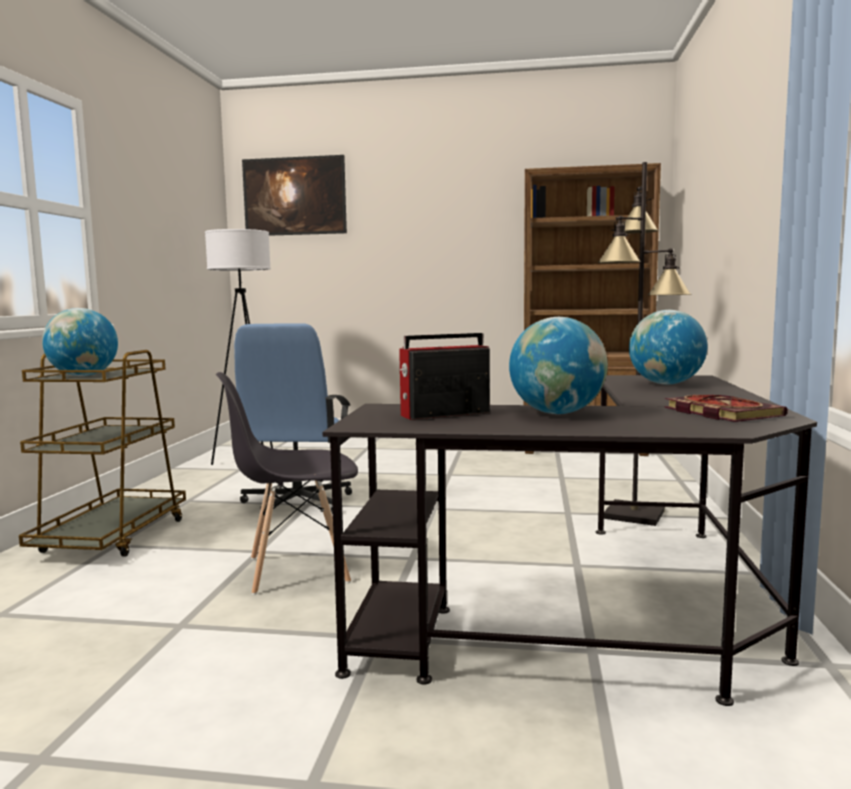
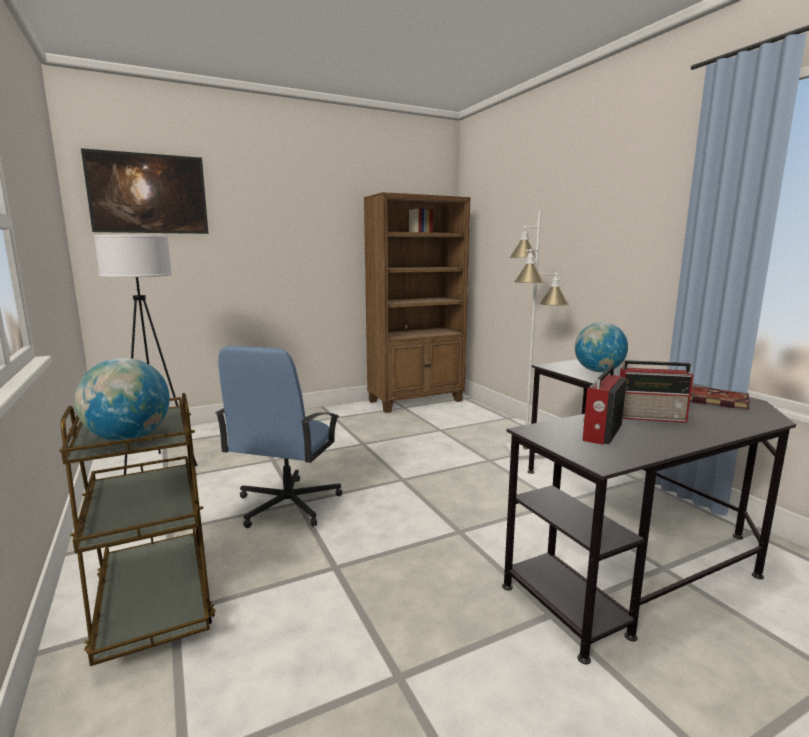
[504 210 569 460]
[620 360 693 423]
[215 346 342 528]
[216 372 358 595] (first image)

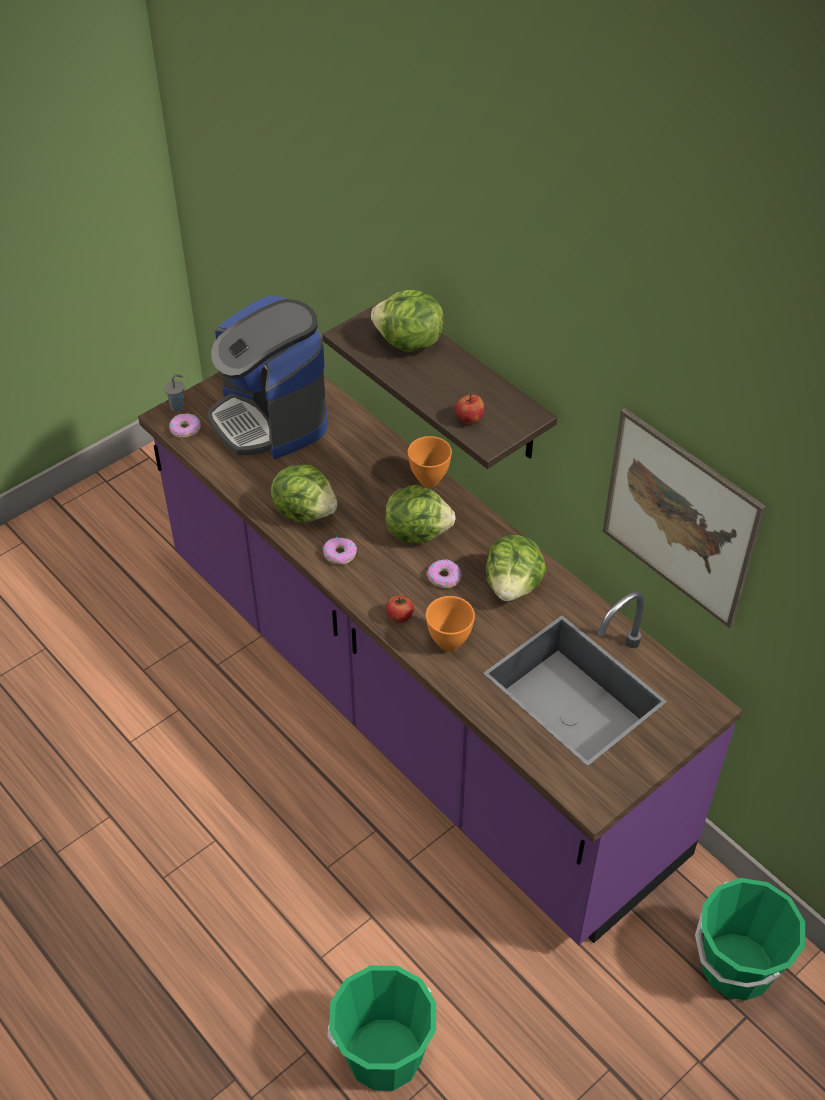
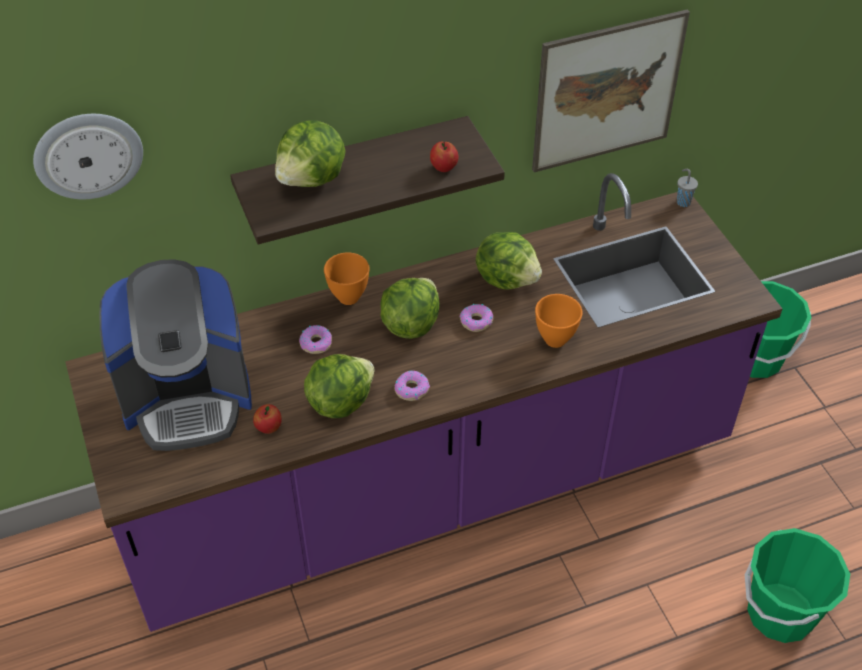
[677 169 698 207]
[299 325 332 354]
[253 404 282 434]
[33 114 143 199]

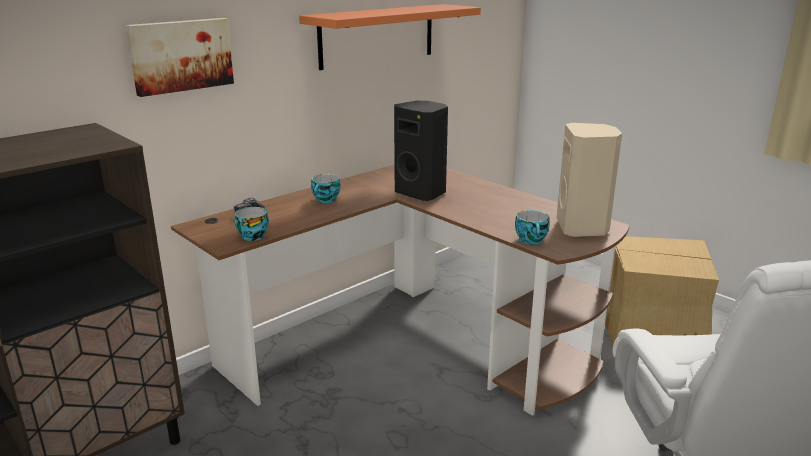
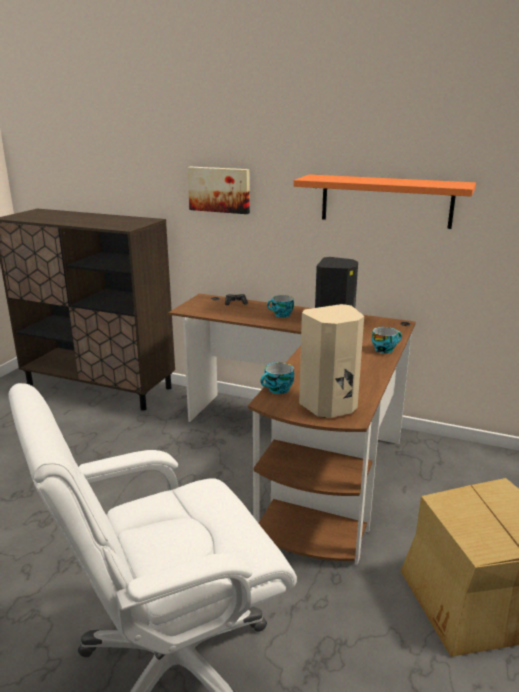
[372 327 402 353]

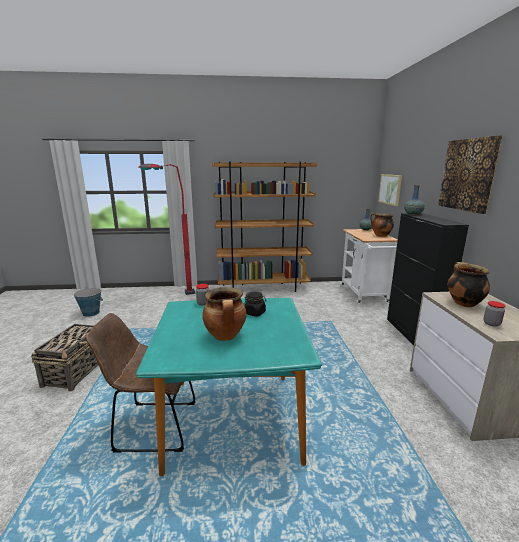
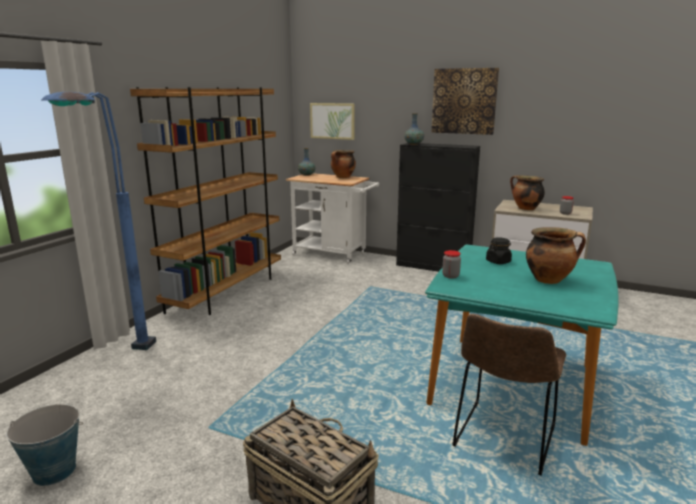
[42 92 156 350]

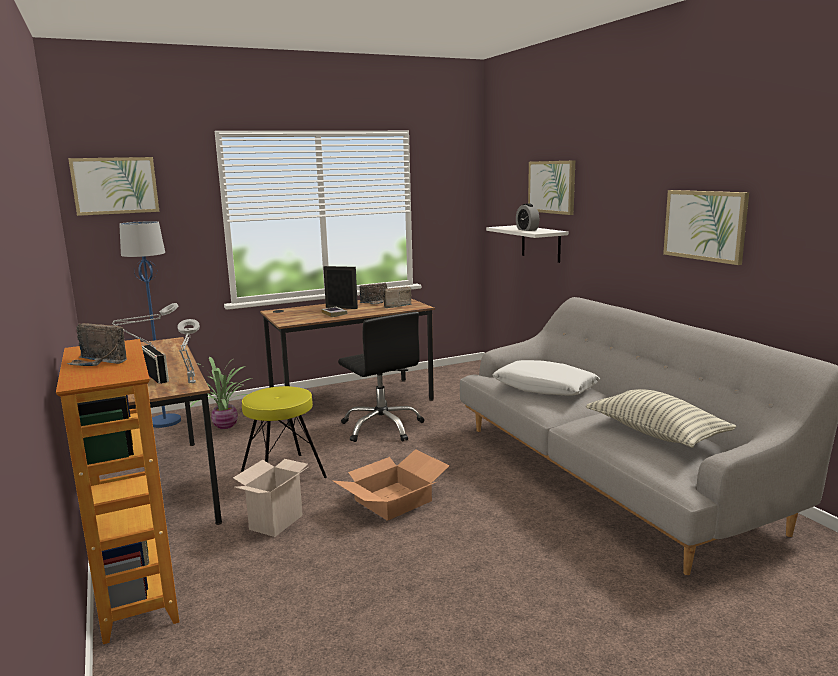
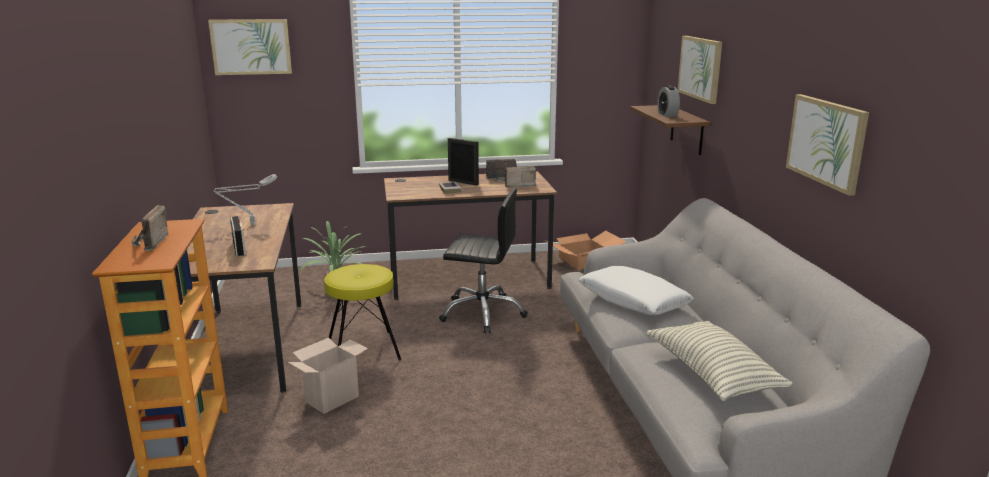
[119 221 181 428] (first image)
[630 105 710 155]
[439 189 528 333]
[177 319 200 384] (first image)
[132 205 168 251]
[546 231 626 270]

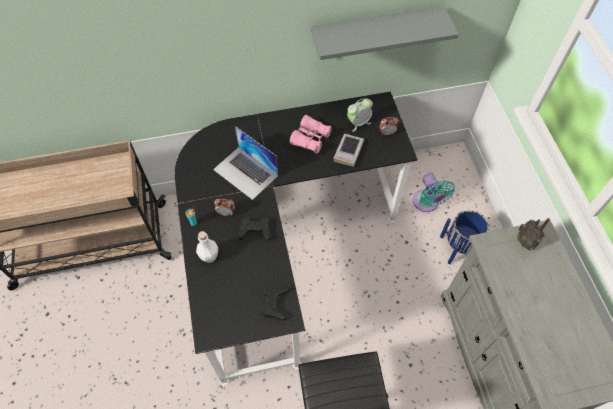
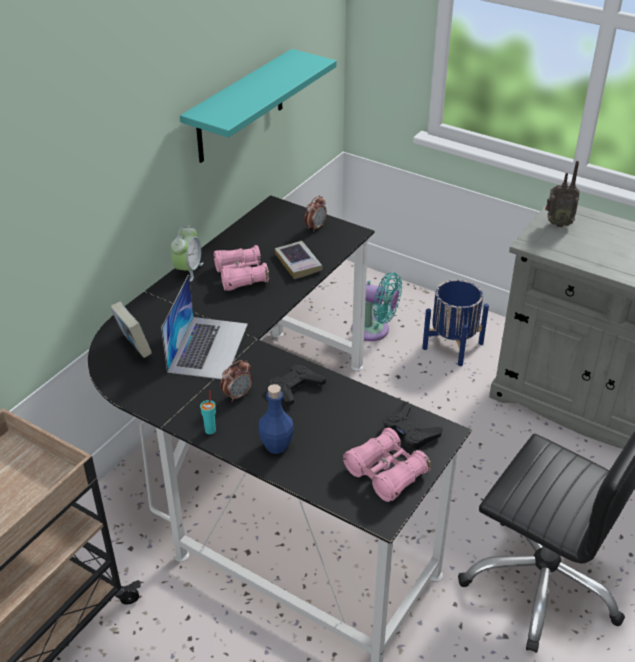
[180 49 337 163]
[171 226 203 282]
[161 274 248 380]
[258 384 294 454]
[110 302 152 358]
[343 428 431 502]

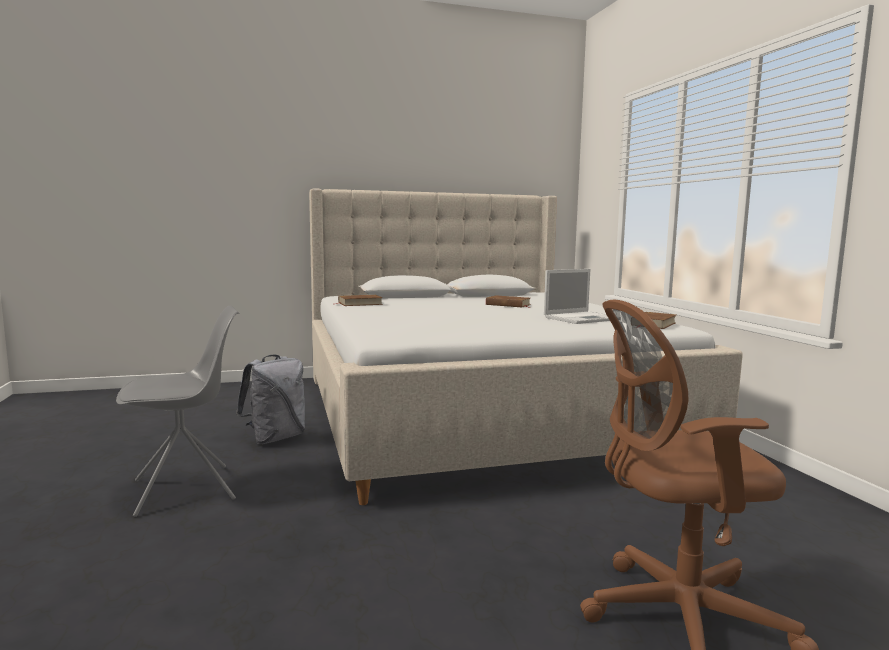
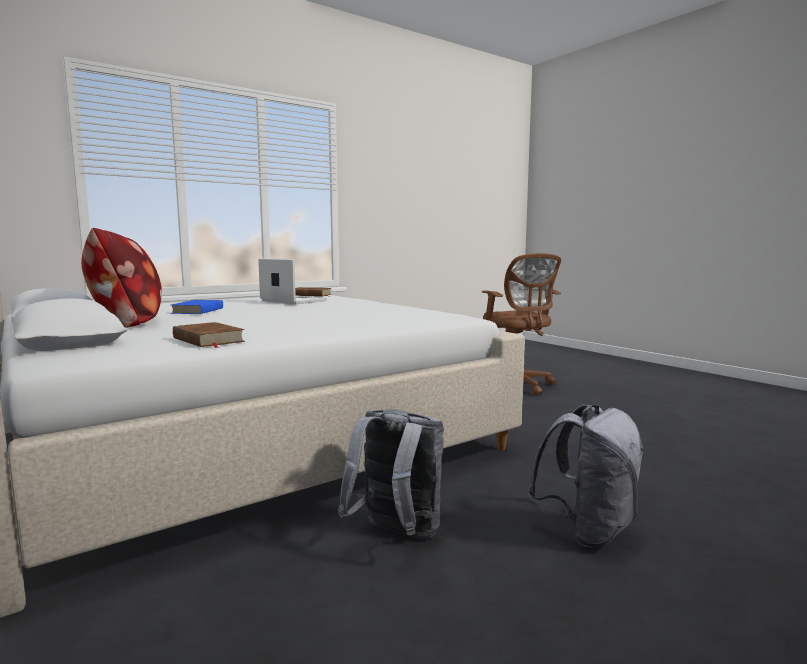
[171 300 223 314]
[528 404 644 547]
[81 228 162 328]

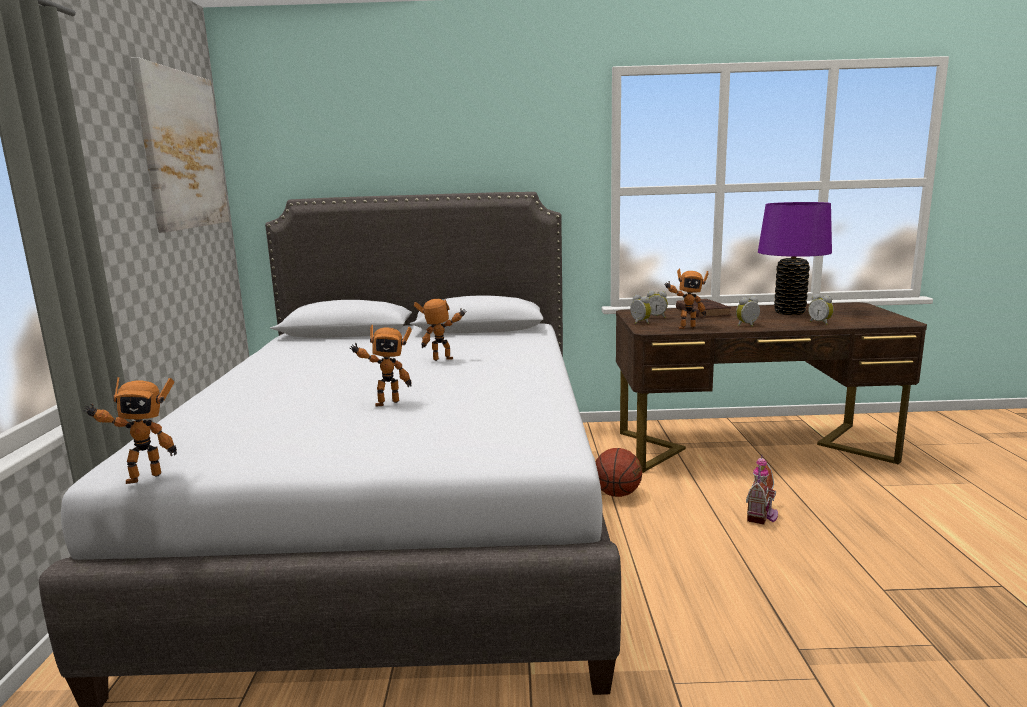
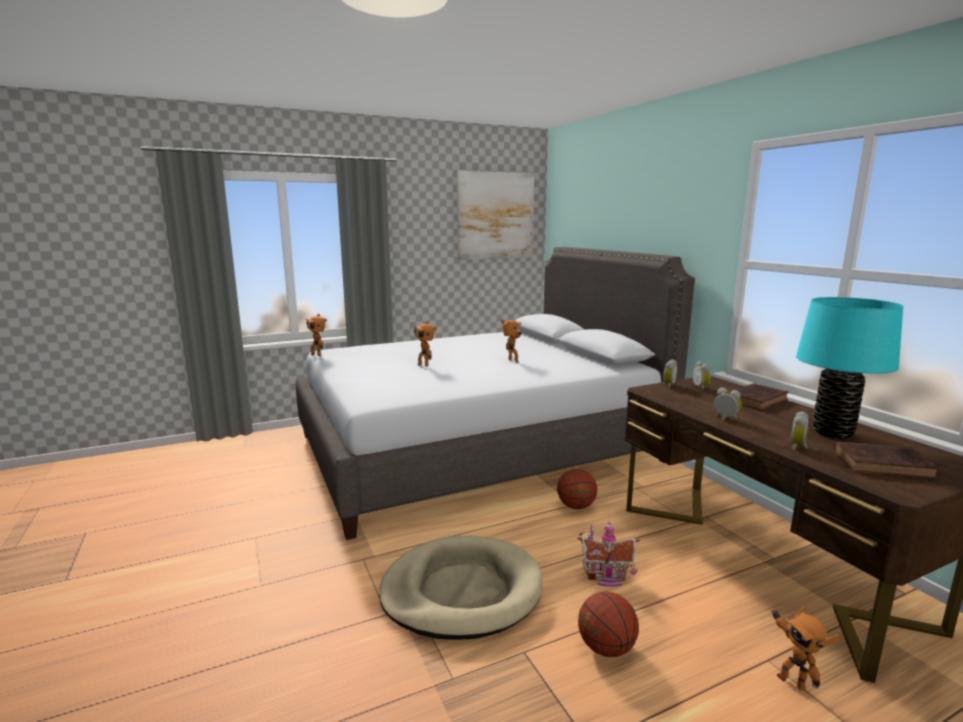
[796 297 903 439]
[771 605 841 690]
[833 441 940 479]
[379 536 543 640]
[578 591 639 657]

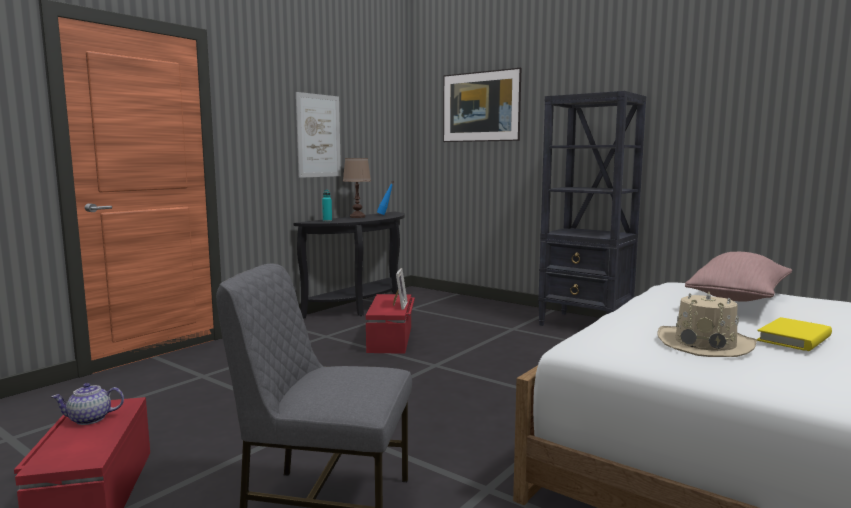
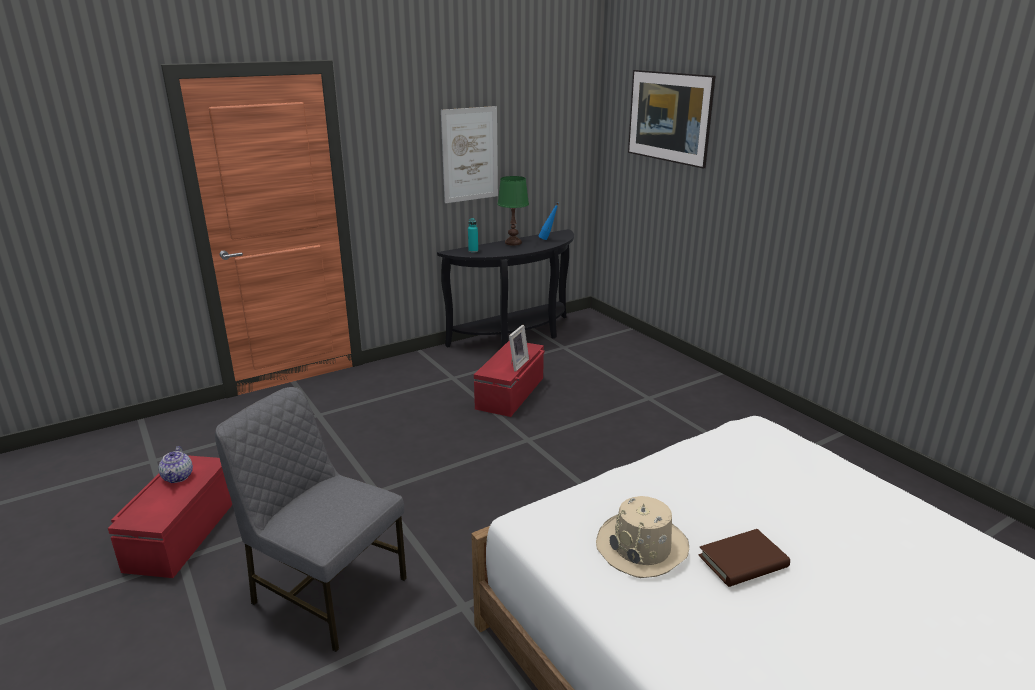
[538 91 646 326] (first image)
[497 176 529 246]
[685 252 792 302] (first image)
[699 529 790 587]
[158 446 193 483]

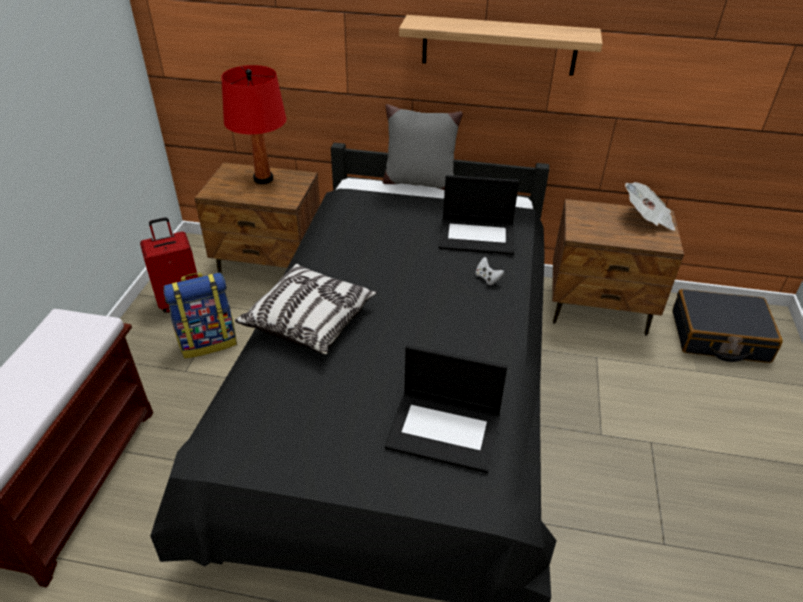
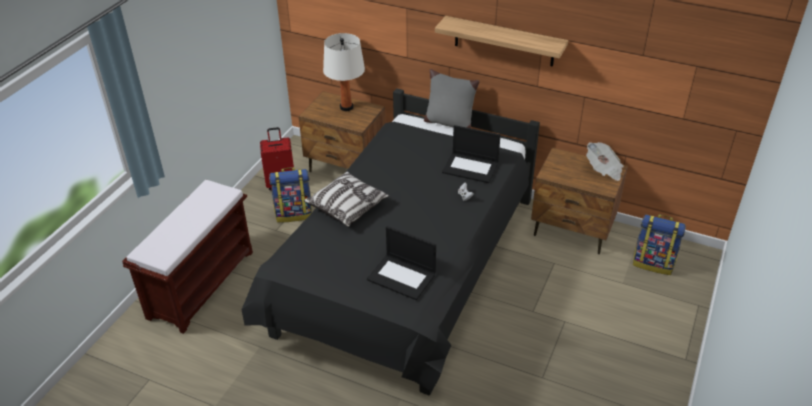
[323 33 365 111]
[633 214 686 275]

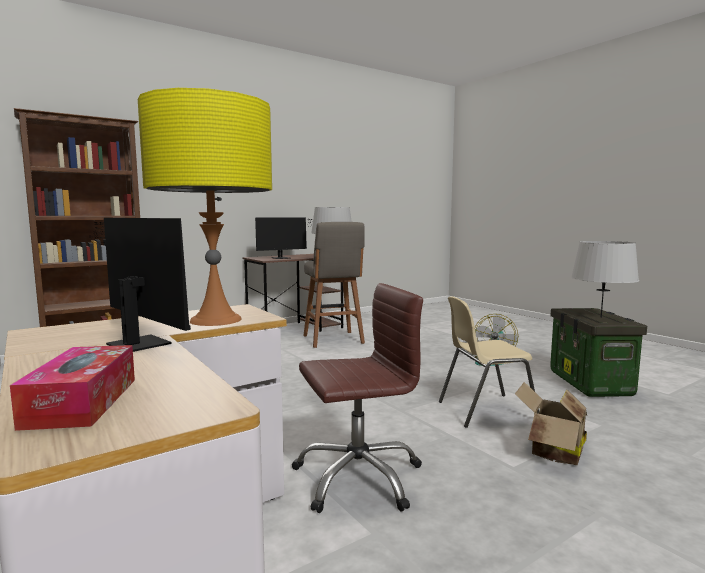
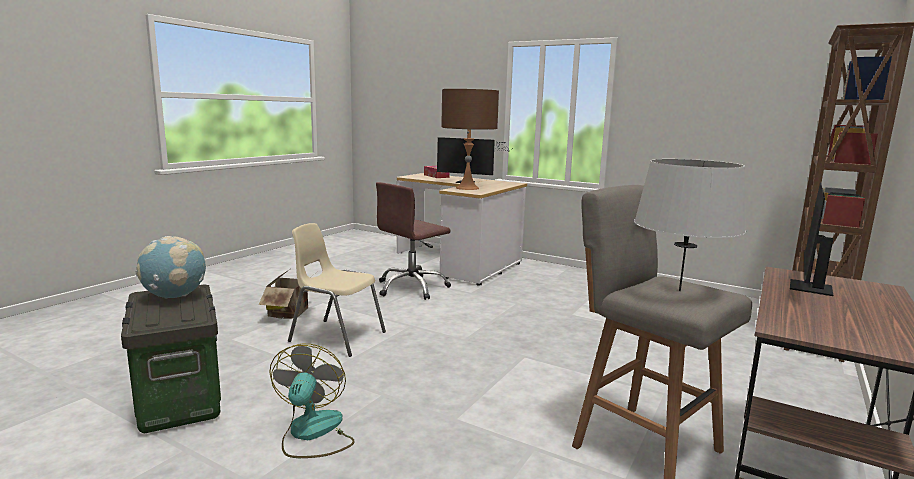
[441 89 499 190]
[135 236 206 299]
[288 223 386 357]

